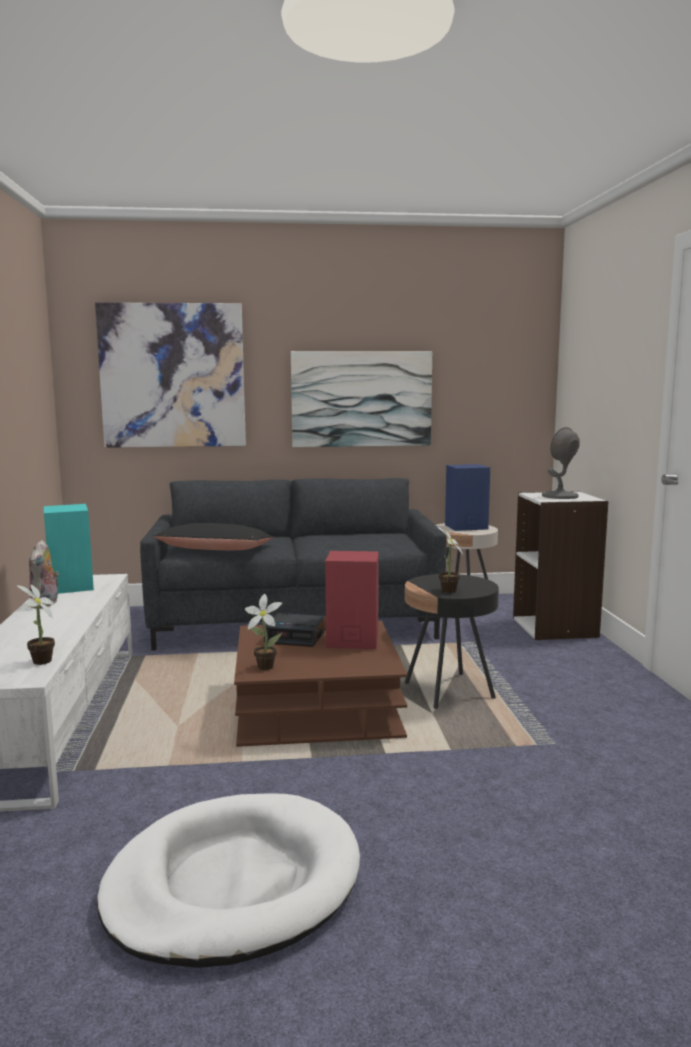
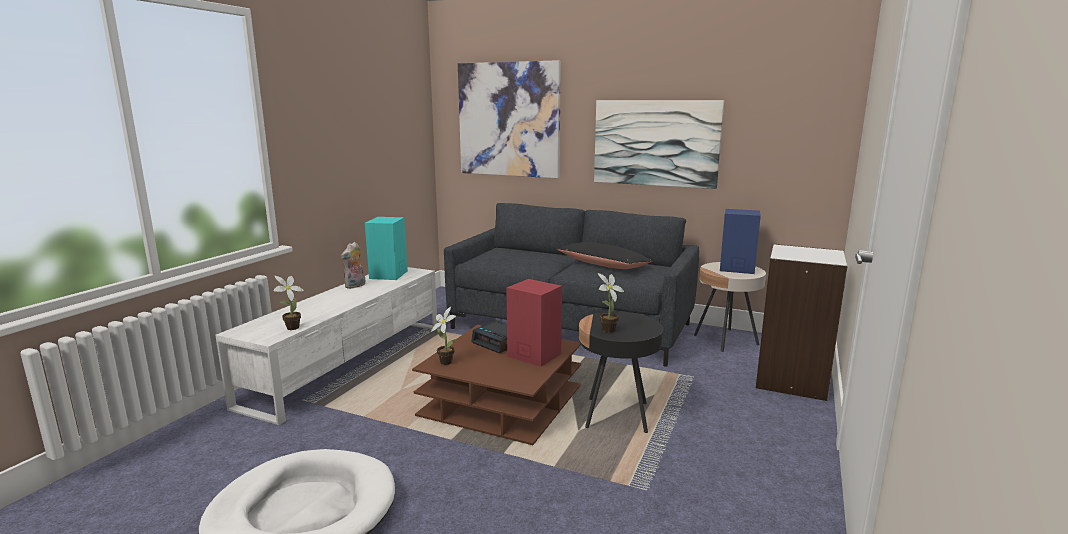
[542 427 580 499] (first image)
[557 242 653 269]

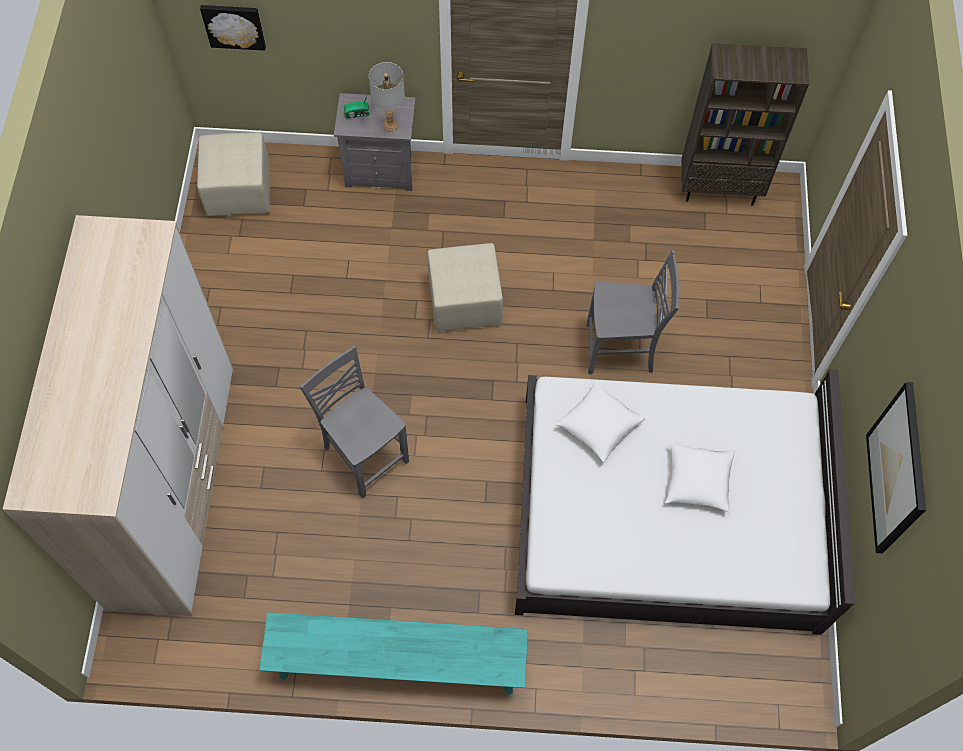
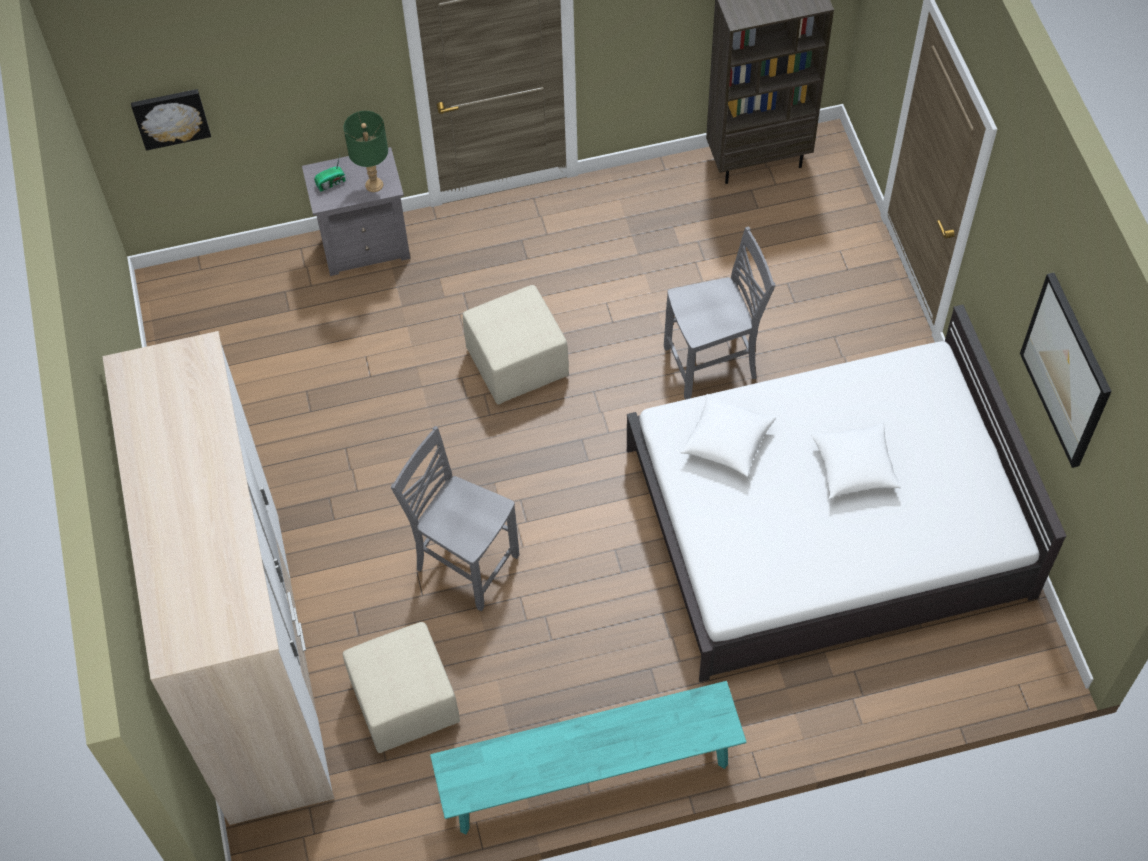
[343 111 388 192]
[343 622 460 753]

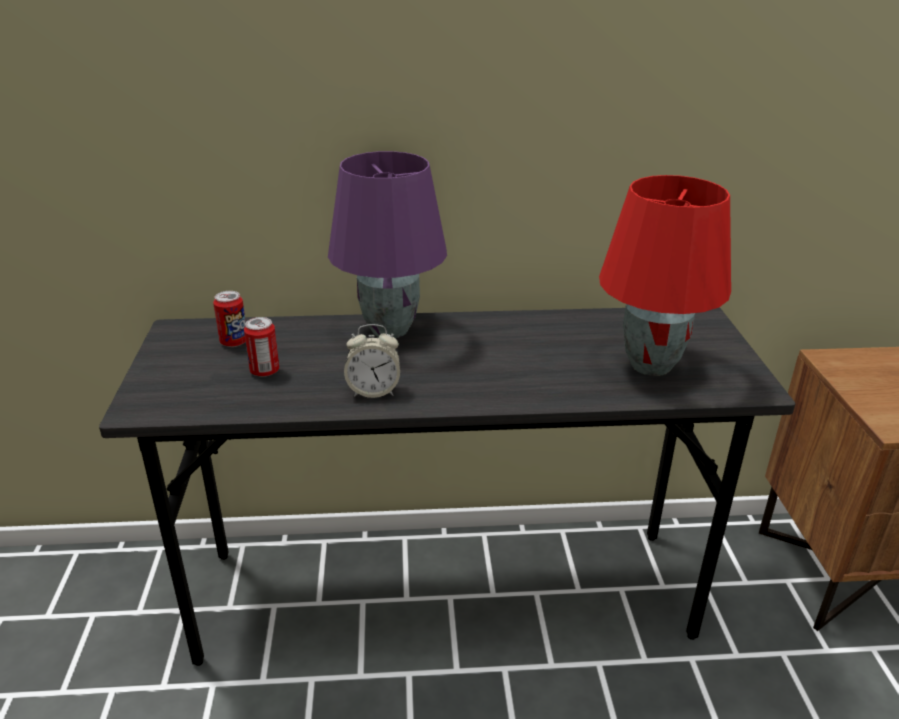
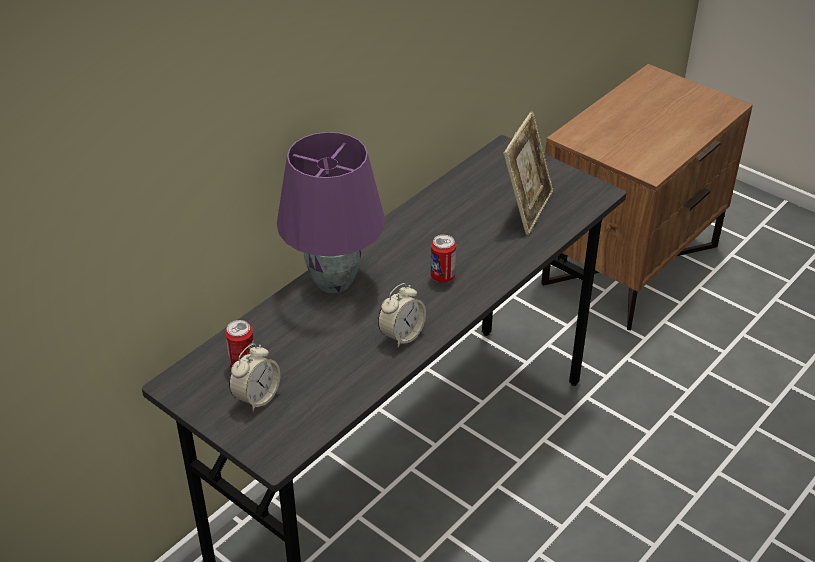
[503 111 553 235]
[431 235 456 283]
[229 343 280 411]

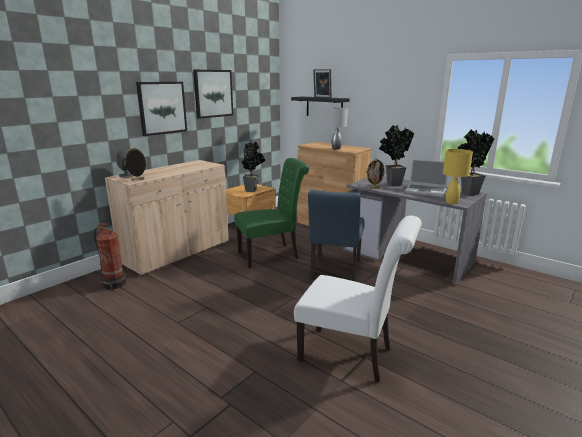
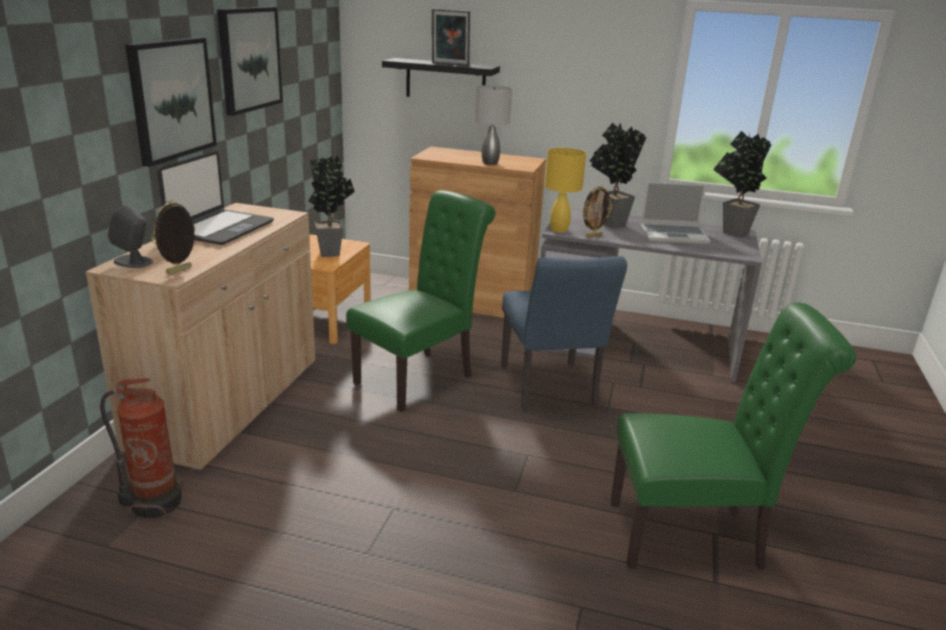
[545 148 586 233]
[611 302 856 570]
[157 151 274 245]

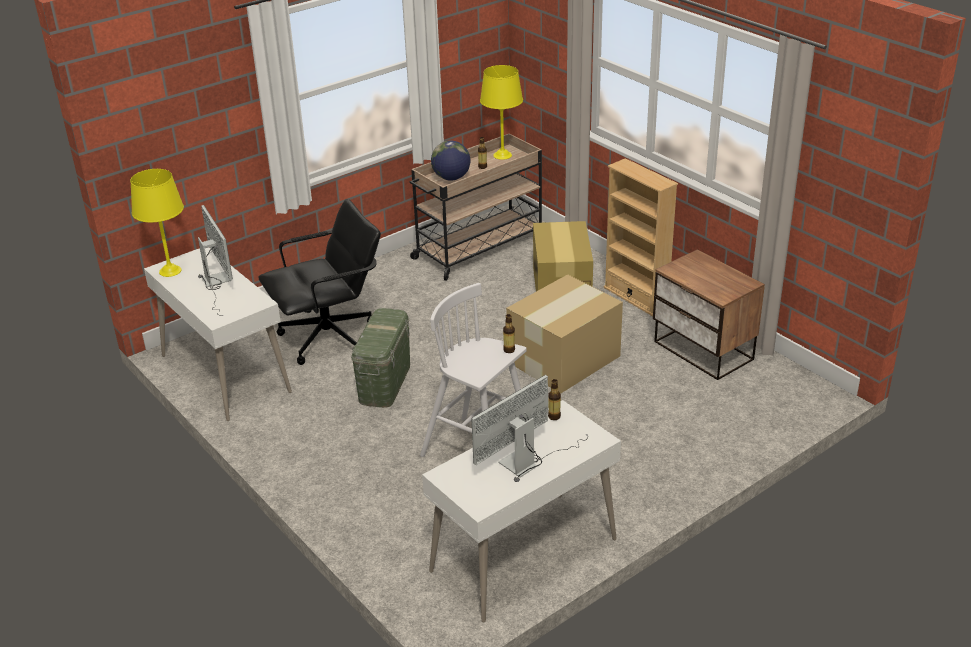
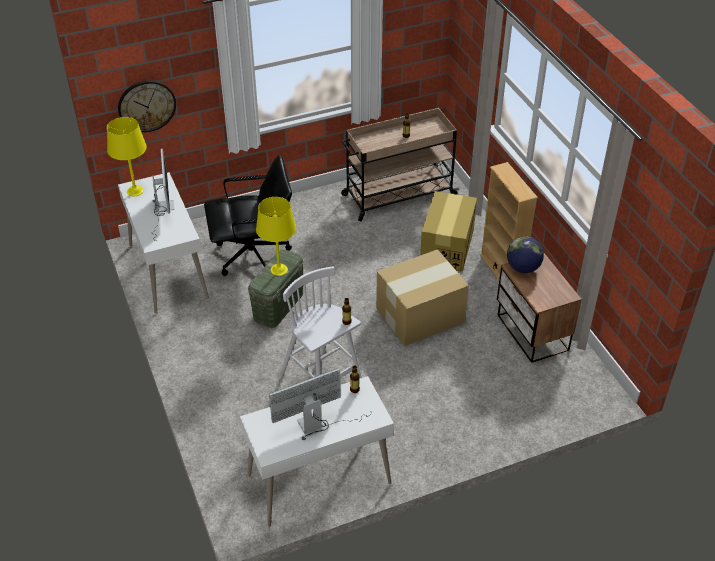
[256 197 296 276]
[507 237 544 273]
[118 80 176 132]

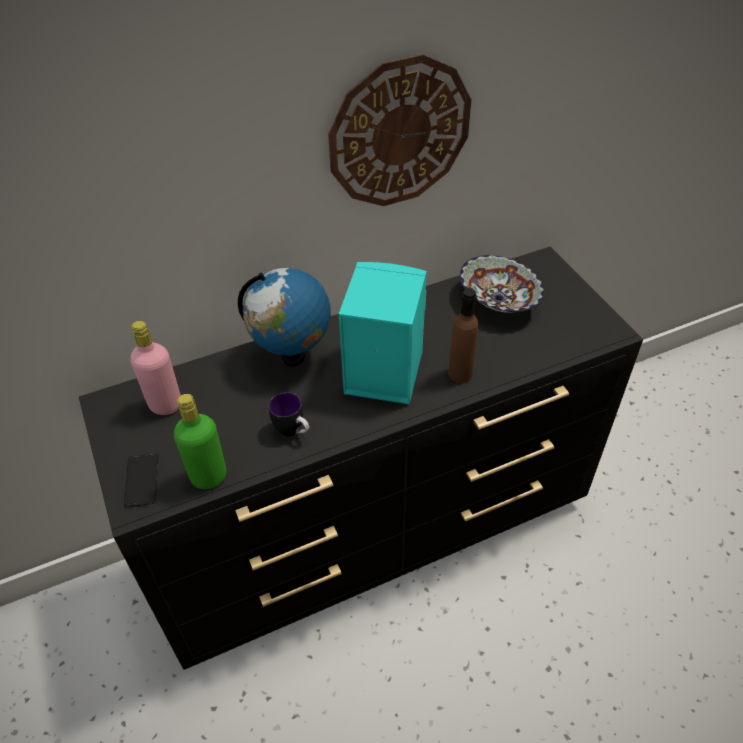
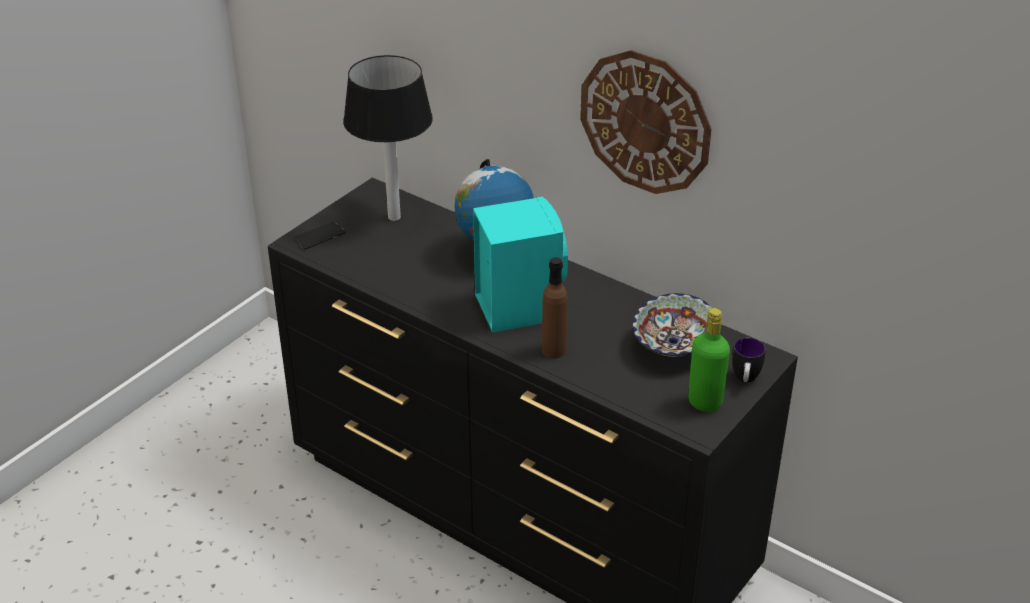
[343 55 433 221]
[732 338 766 383]
[688 308 730 412]

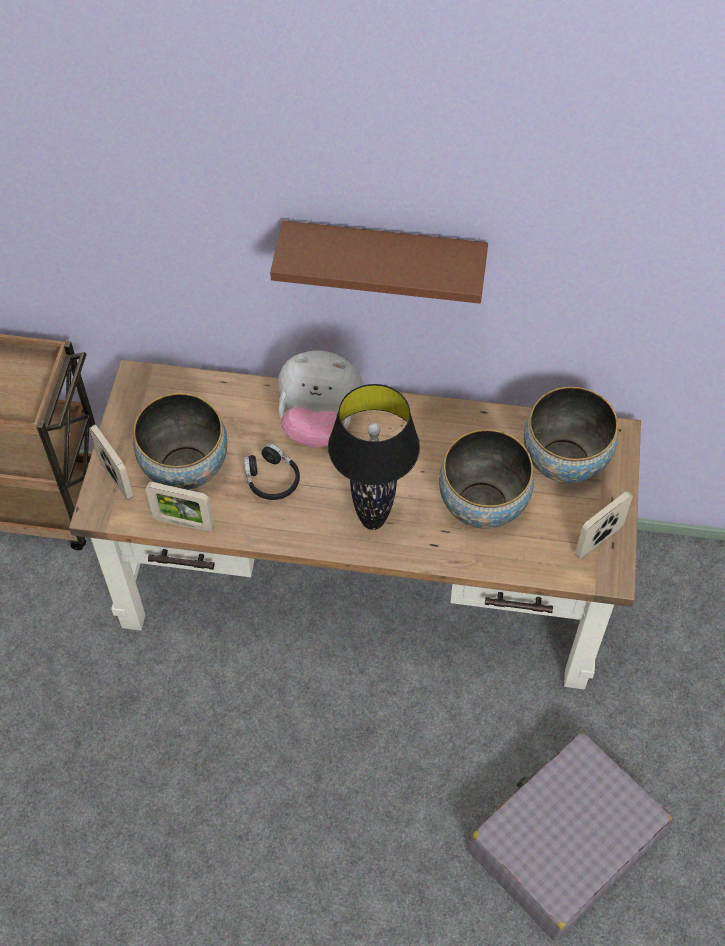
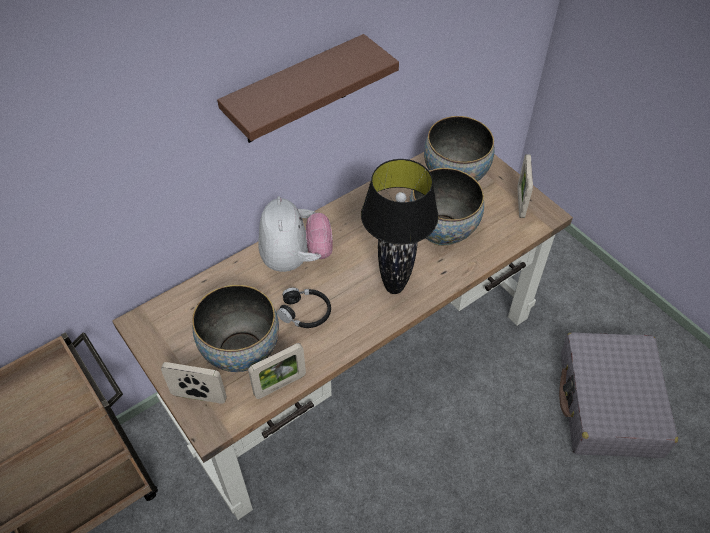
[258 196 333 272]

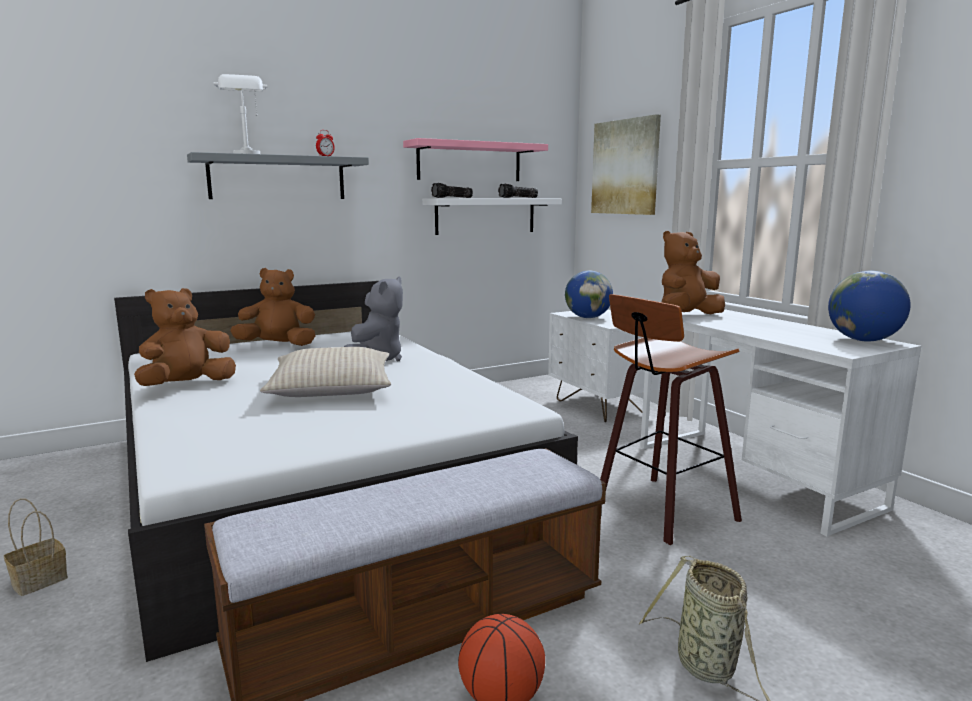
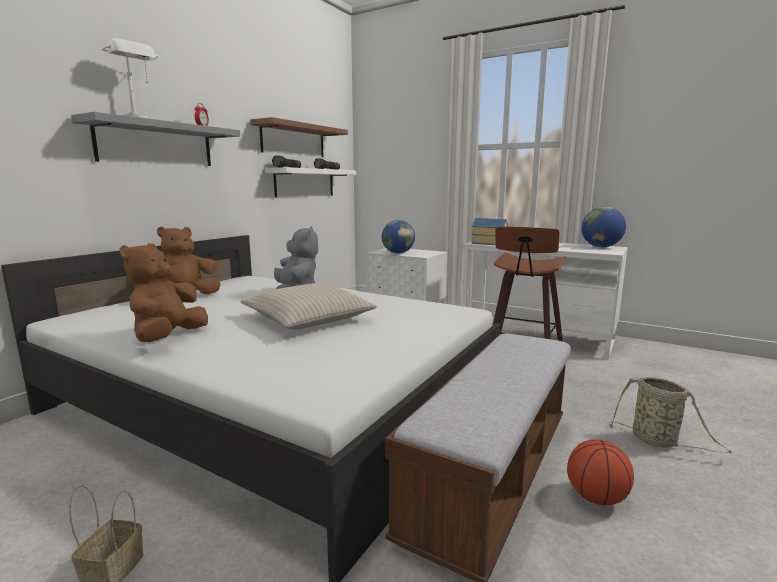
[591 114 661 215] (first image)
[250 117 348 157]
[471 218 508 245]

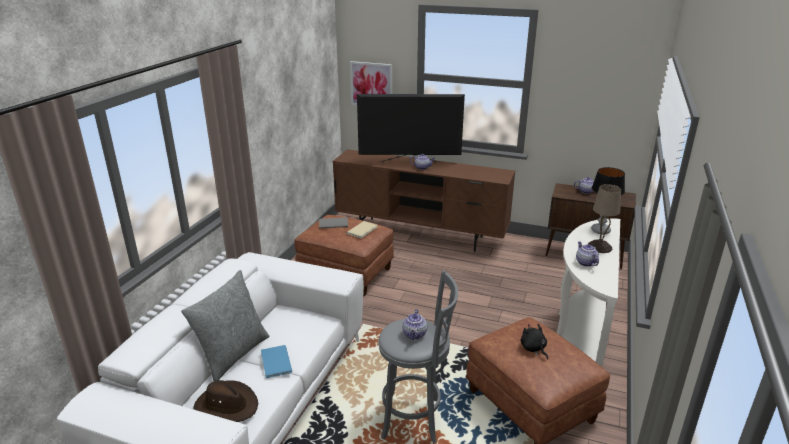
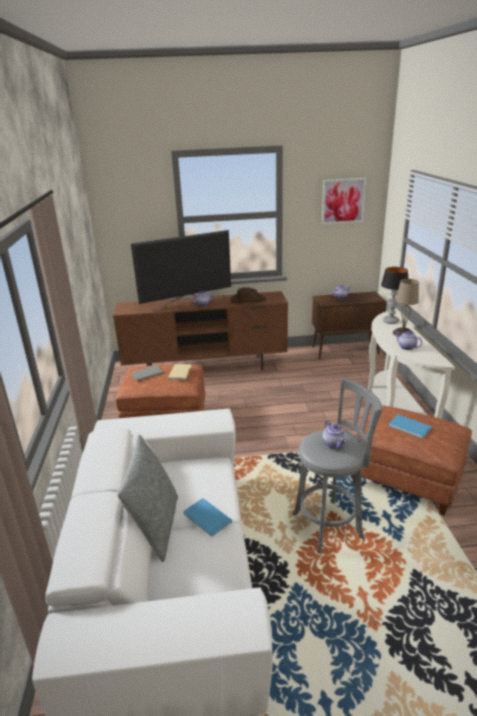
[322 178 366 224]
[388 414 432 438]
[230 287 266 303]

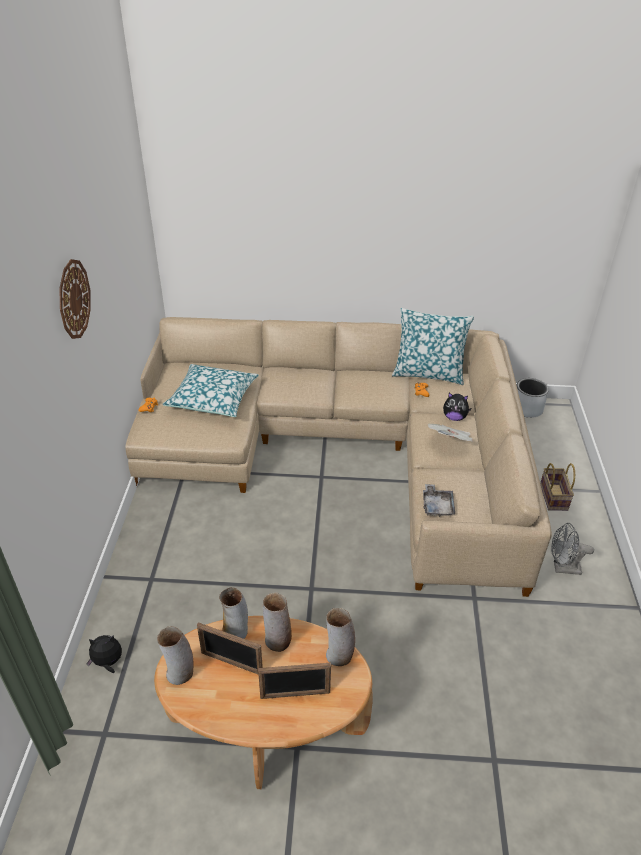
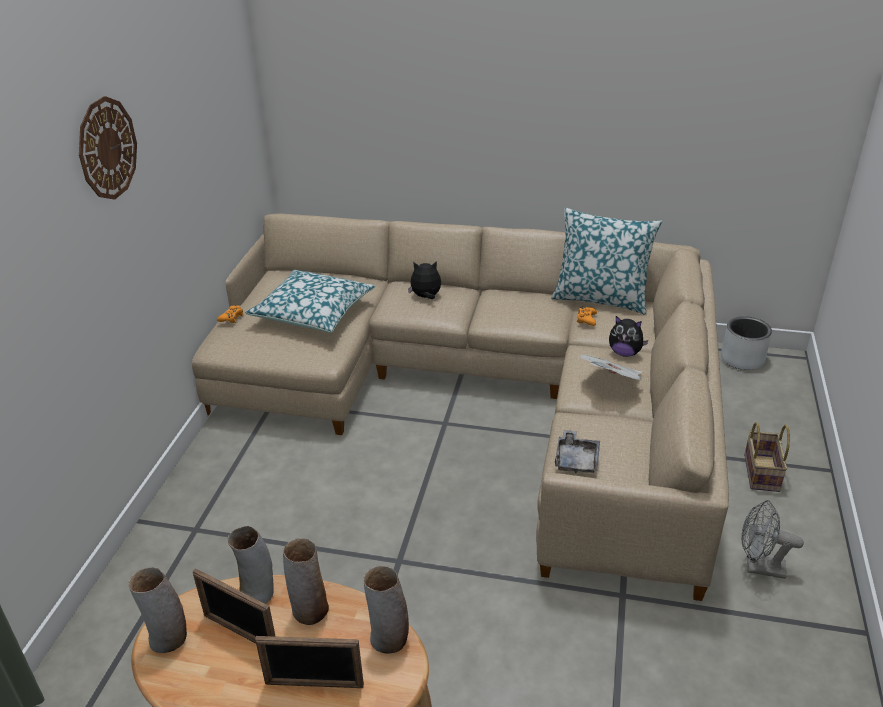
[408 261 441 299]

